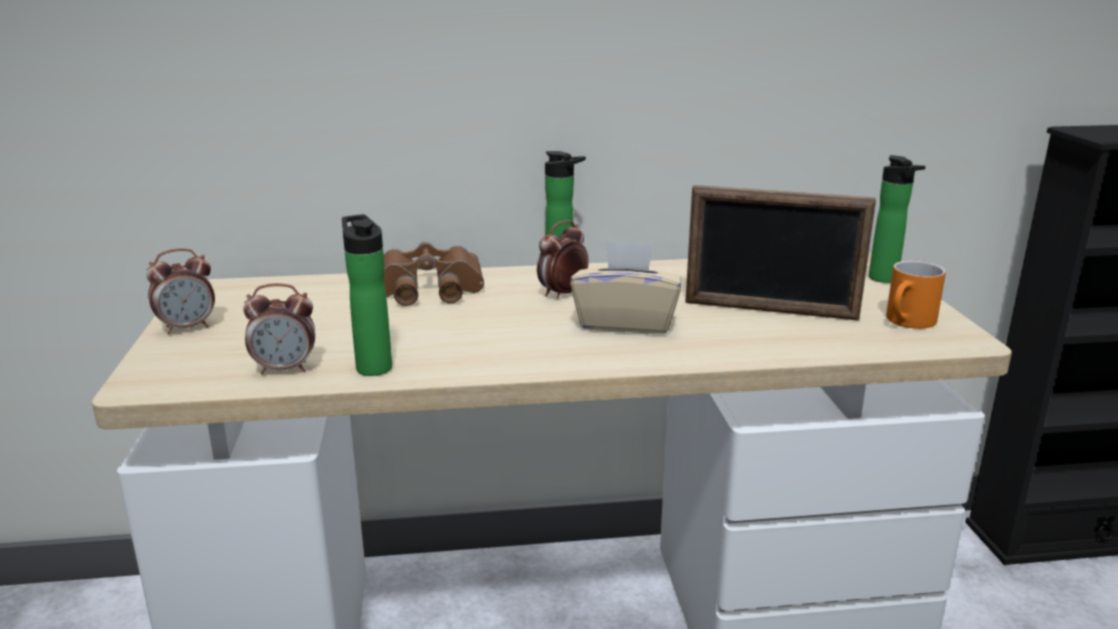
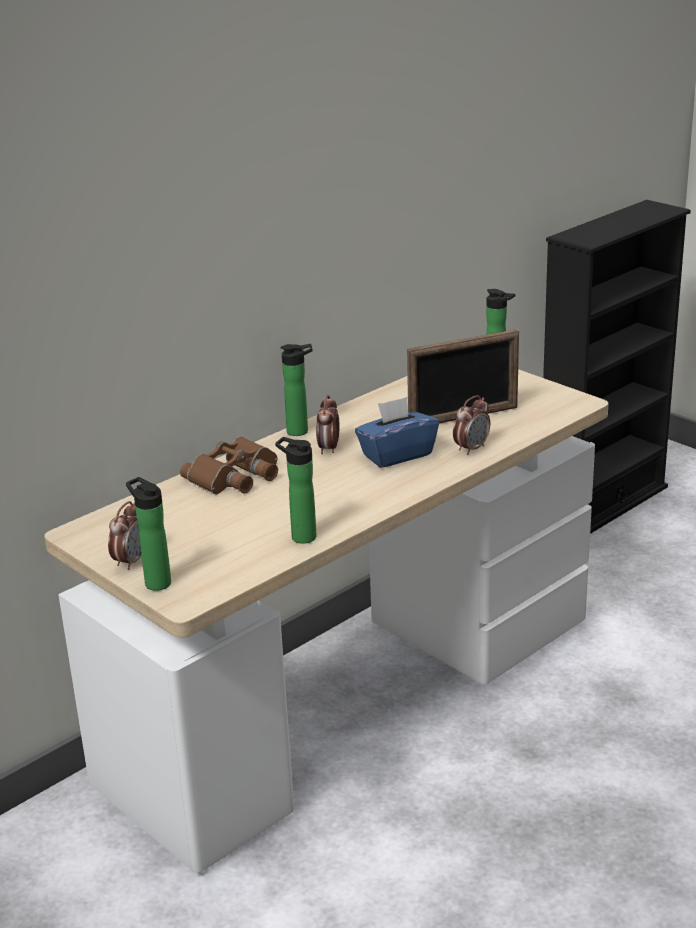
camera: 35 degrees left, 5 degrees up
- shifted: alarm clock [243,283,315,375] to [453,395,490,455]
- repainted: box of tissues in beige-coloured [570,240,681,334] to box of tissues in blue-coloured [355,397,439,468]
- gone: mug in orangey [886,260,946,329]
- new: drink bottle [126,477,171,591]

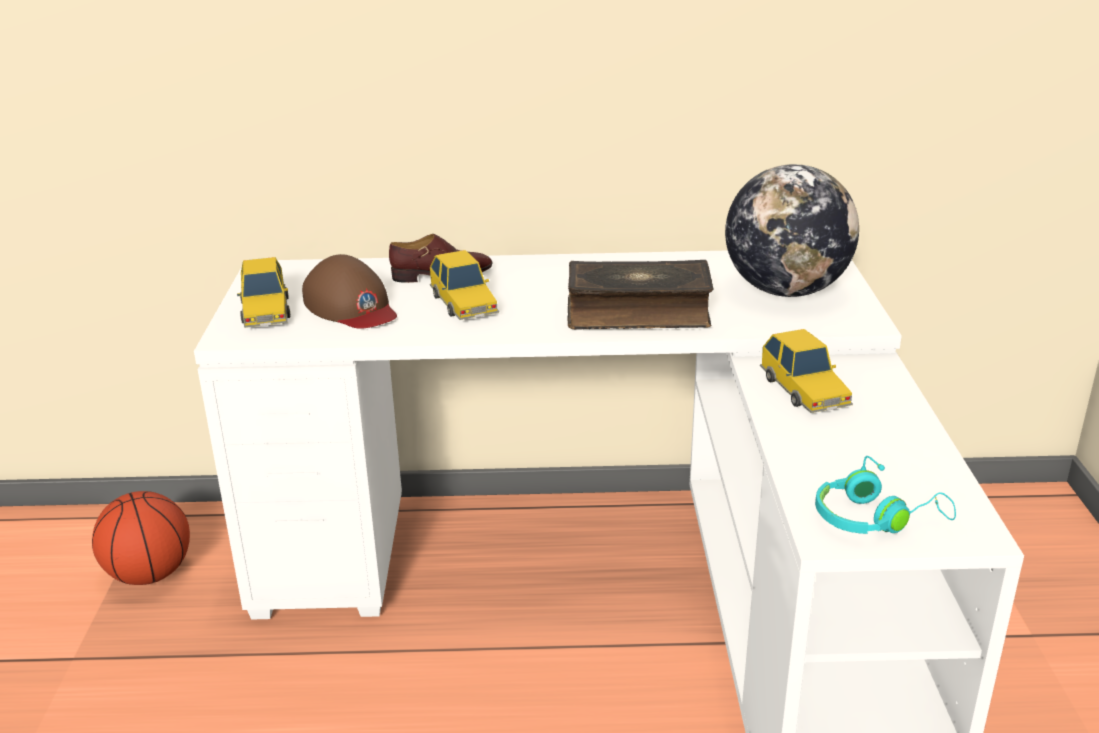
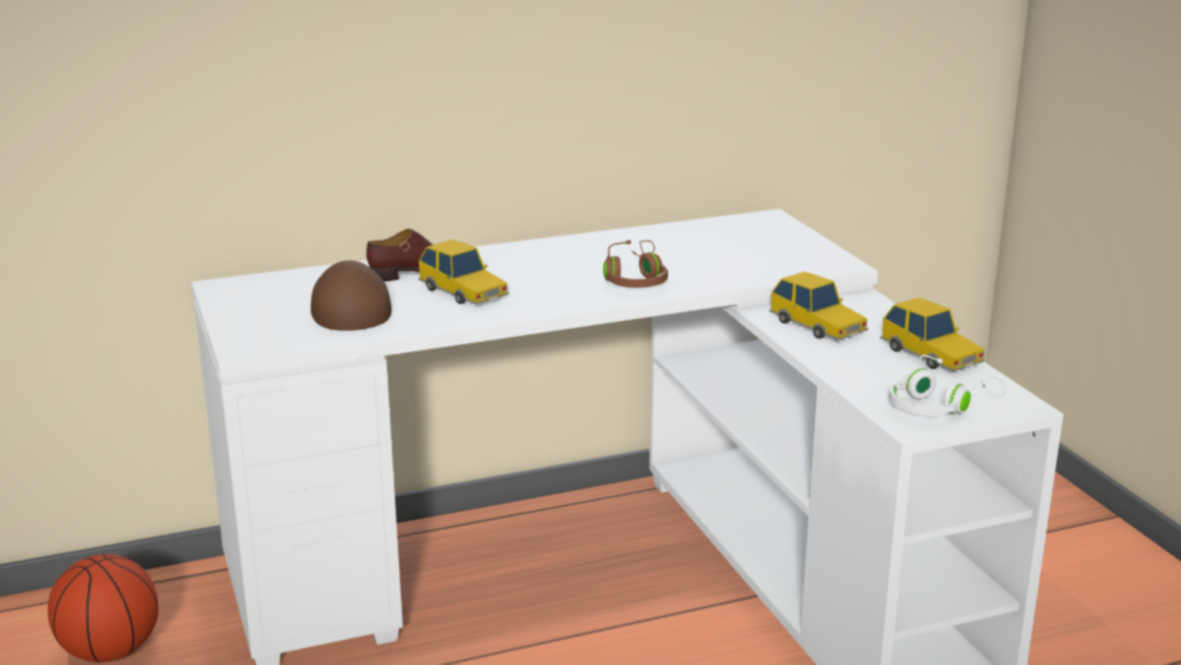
camera: 20 degrees left, 5 degrees down
- shifted: miniature car [237,257,291,328] to [880,298,985,372]
- rotated: baseball cap in brownish [302,254,397,329] = [311,260,392,331] 135 degrees counterclockwise
- swapped: volume [568,260,714,330] to headphones in brownish [603,240,668,288]
- gone: globe [725,164,859,297]
- repainted: headphones in turquoise-coloured [815,456,956,534] to headphones in white-coloured [889,355,1005,416]

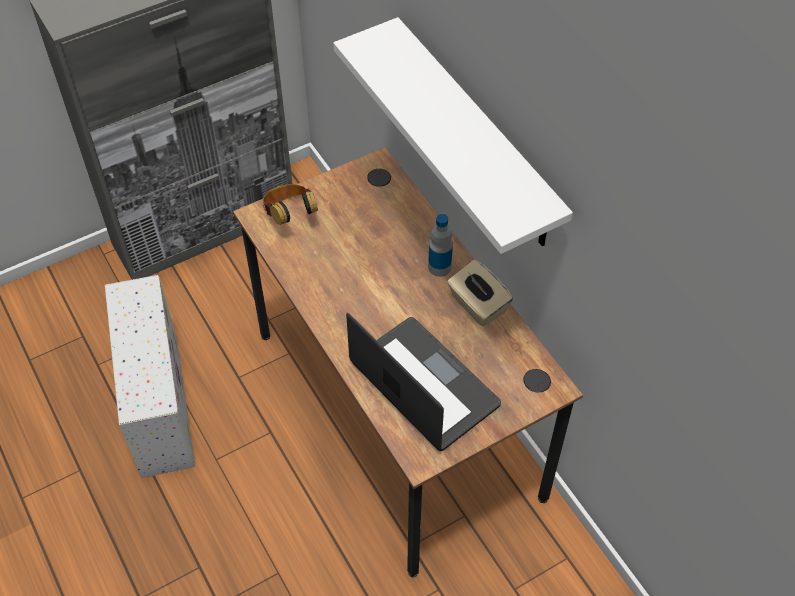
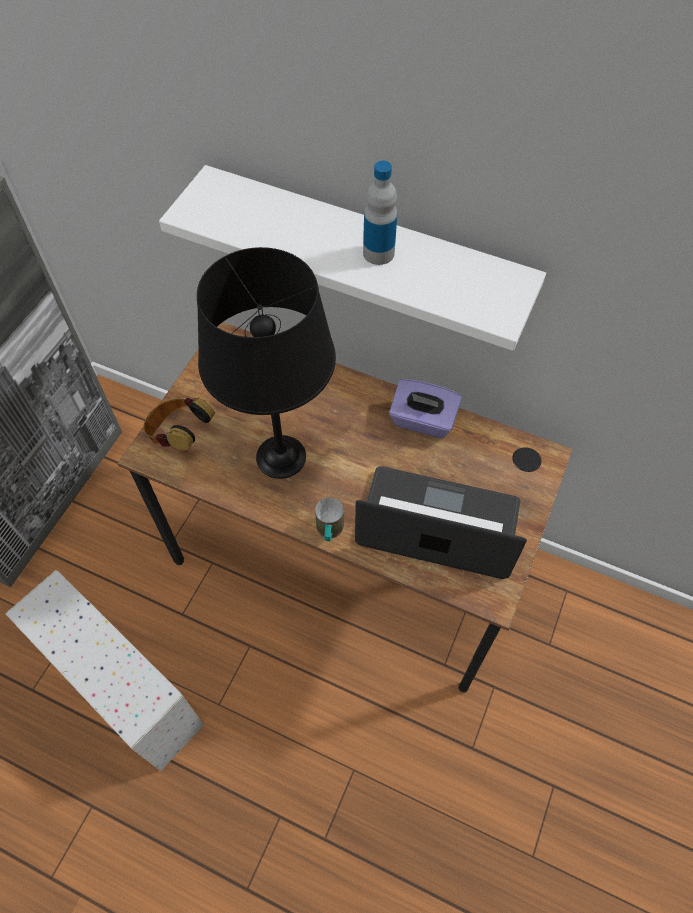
camera: 35 degrees left, 5 degrees up
- shifted: drink bottle [428,214,453,277] to [363,161,397,265]
- repainted: box of tissues in beige-coloured [447,260,513,326] to box of tissues in purple-coloured [389,379,462,438]
- new: lamp for a table in blackish [197,247,336,479]
- new: mug [315,497,344,541]

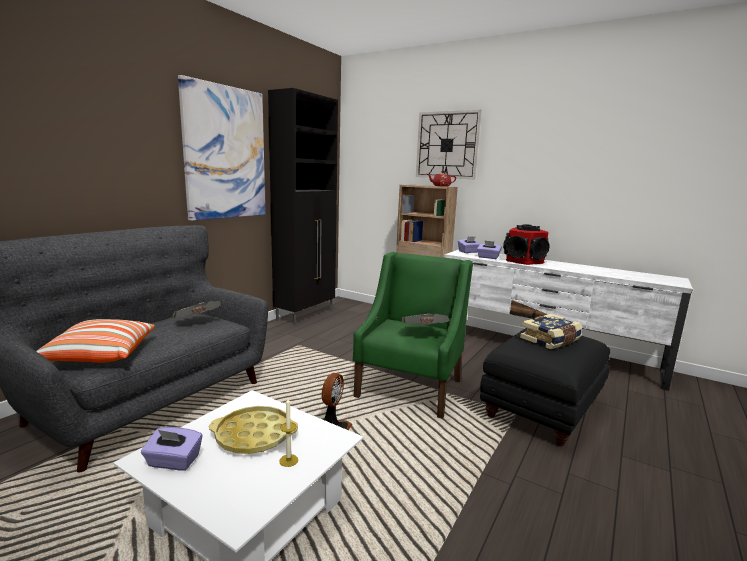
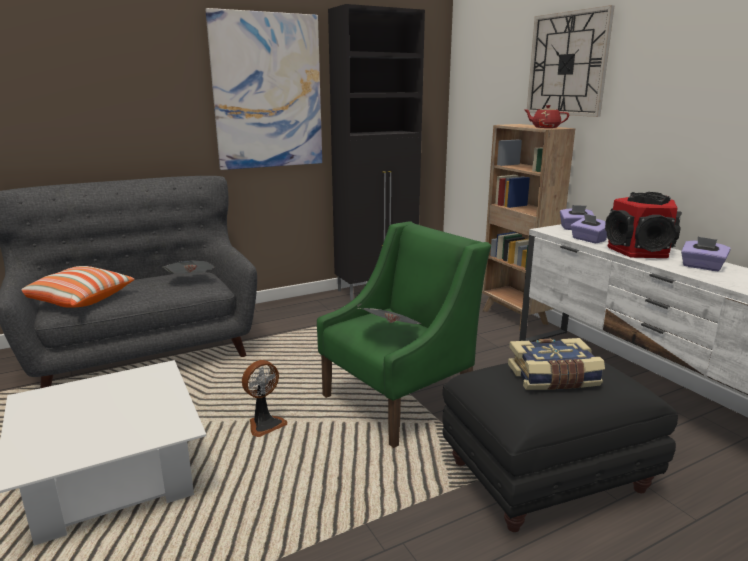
camera: 30 degrees right, 5 degrees up
- shifted: box of tissues in purple-coloured [141,427,202,471] to [681,237,731,271]
- gone: serving tray in yellow-coloured [209,406,298,454]
- gone: candle [279,398,298,467]

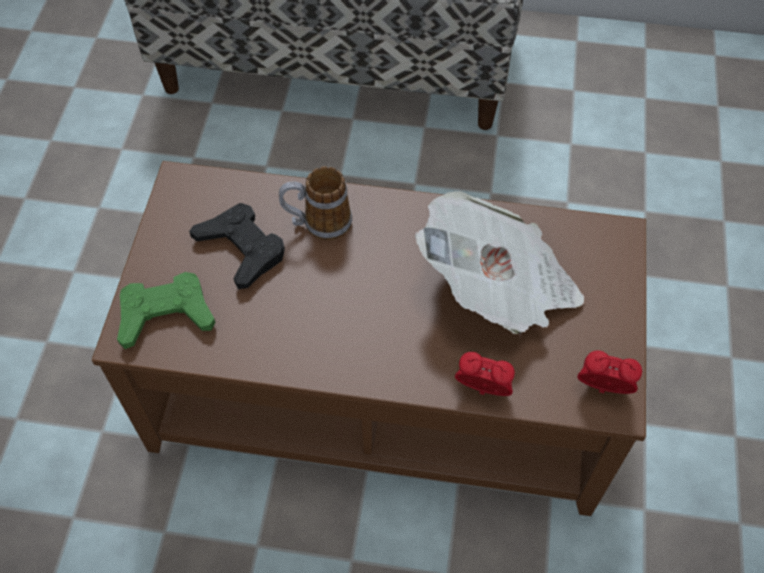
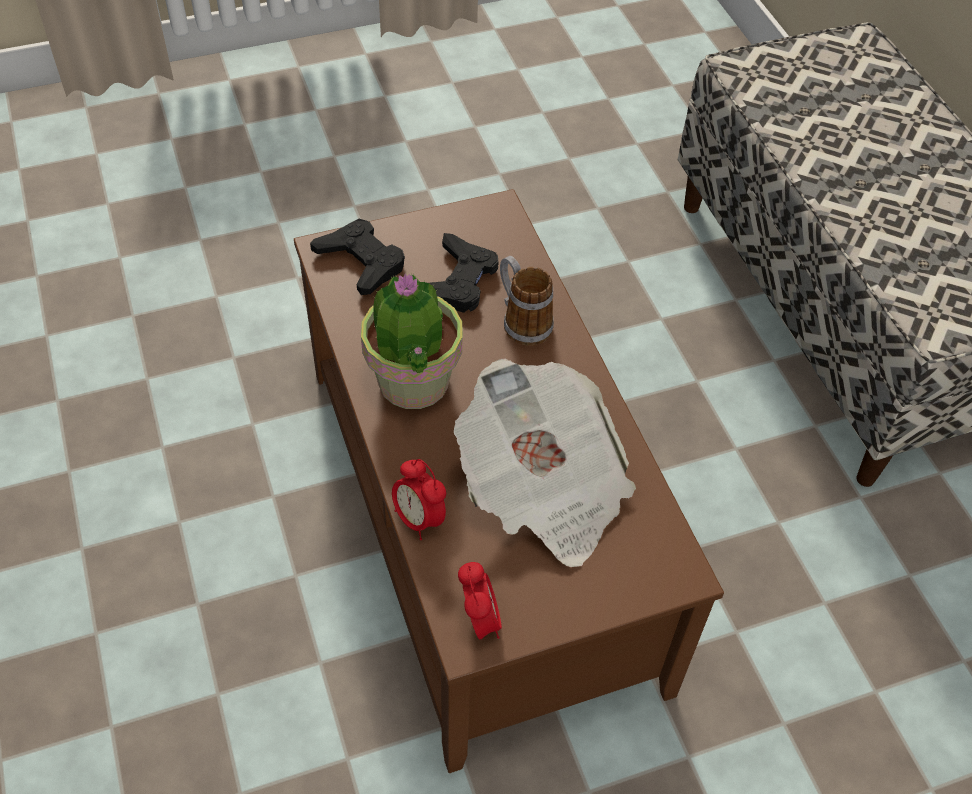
camera: 60 degrees right, 5 degrees down
- repainted: gamepad in green [117,272,215,349] to gamepad in blackish [310,219,405,295]
- rotated: alarm clock [455,352,515,396] = [392,459,446,540] 150 degrees clockwise
- new: plant in a pot [361,273,462,409]

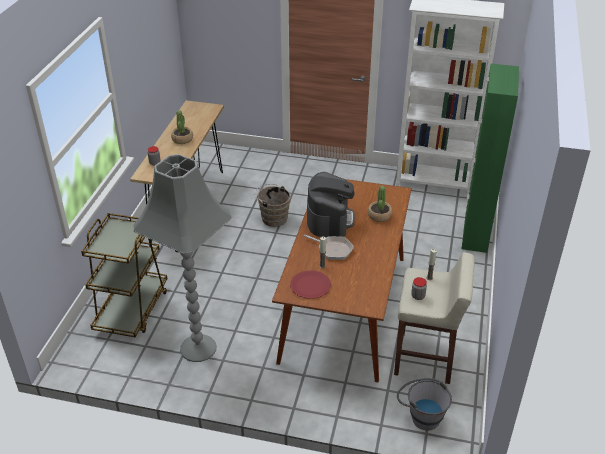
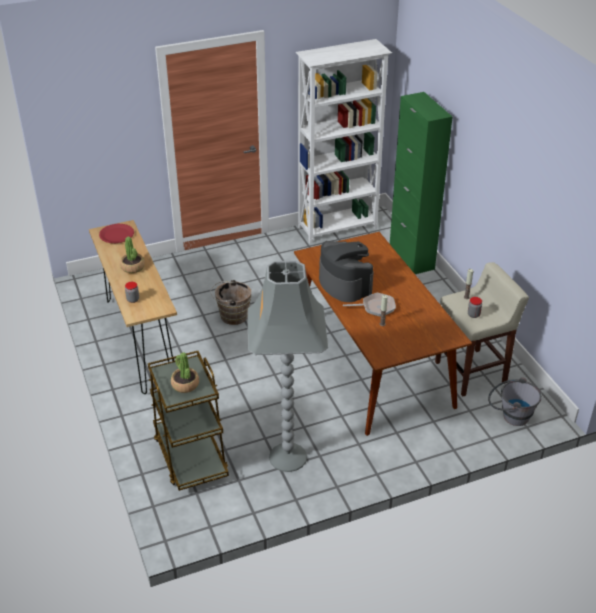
camera: 35 degrees left, 0 degrees up
- shifted: flat dish in red [290,270,331,299] to [99,224,134,243]
- shifted: plant in a pot [368,186,392,222] to [171,352,199,393]

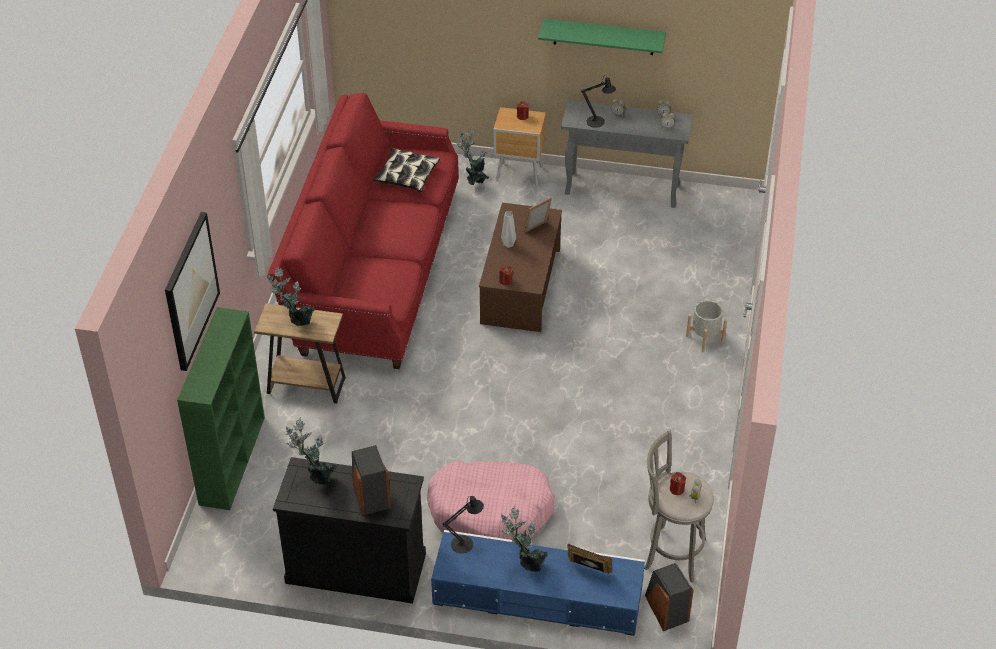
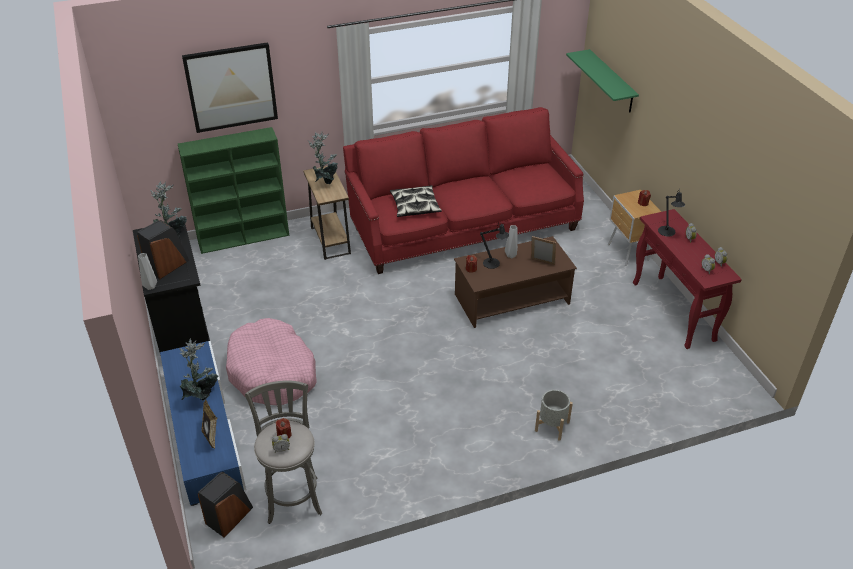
camera: 60 degrees right, 5 degrees down
- shifted: pillow [373,148,440,192] to [390,185,442,217]
- shifted: lamp for a table in blackish [443,496,484,554] to [480,222,509,269]
- gone: plant in a pot [456,129,489,185]
- shifted: bracket shelf in green [538,19,666,55] to [566,49,639,113]
- repainted: hall table in gray [561,100,693,208] to hall table in red [633,209,742,349]
- new: decorative vase in gray [138,253,157,290]

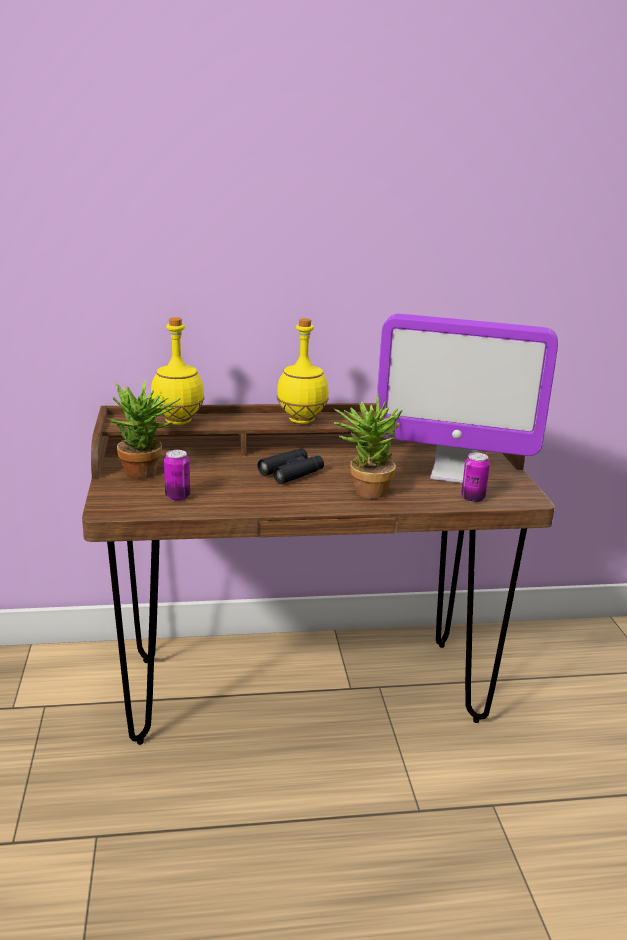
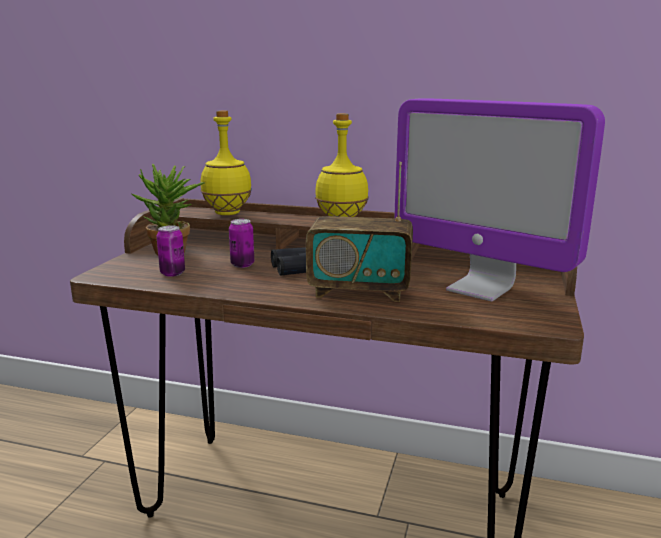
camera: 25 degrees right, 5 degrees down
- swapped: plant in a pot [334,392,403,499] to radio receiver [306,162,413,302]
- shifted: metal can [461,453,490,502] to [229,219,254,268]

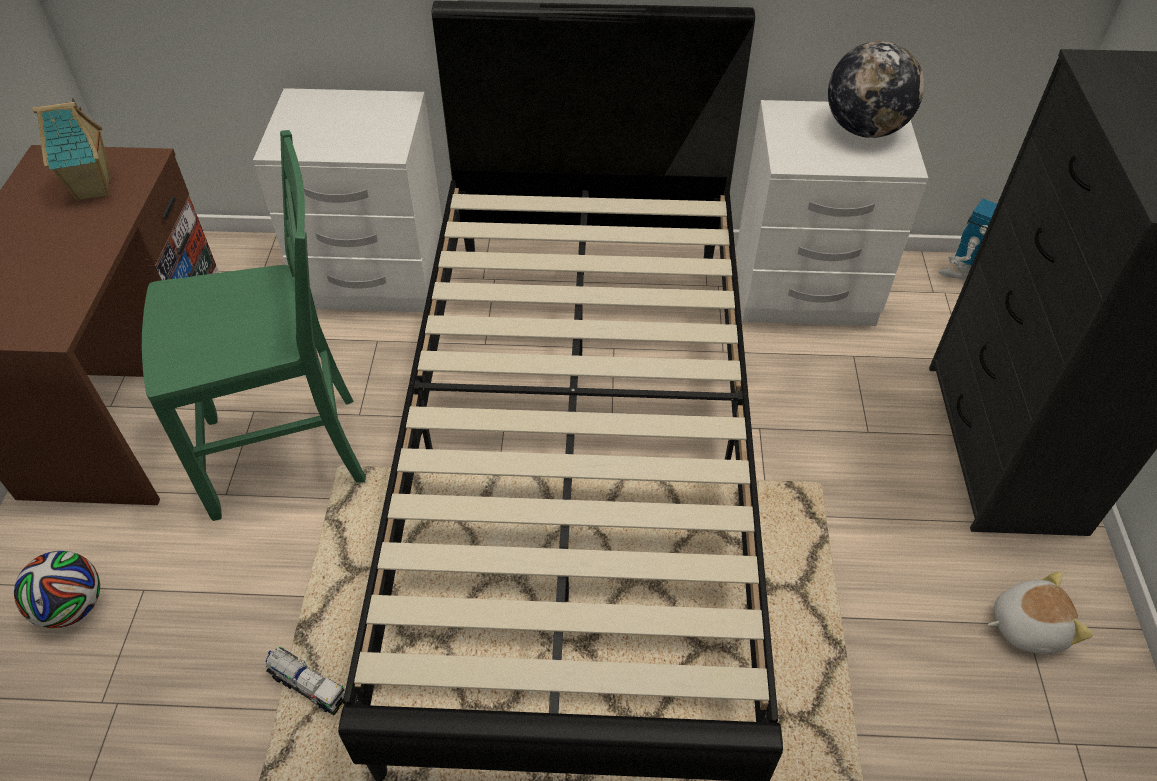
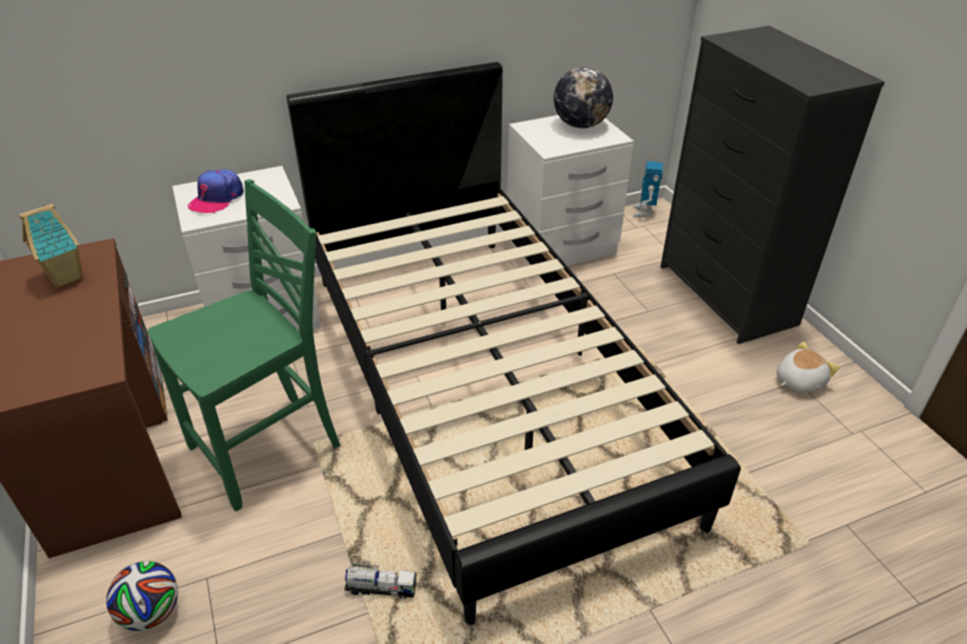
camera: 25 degrees left, 10 degrees down
- new: baseball cap [188,170,244,213]

